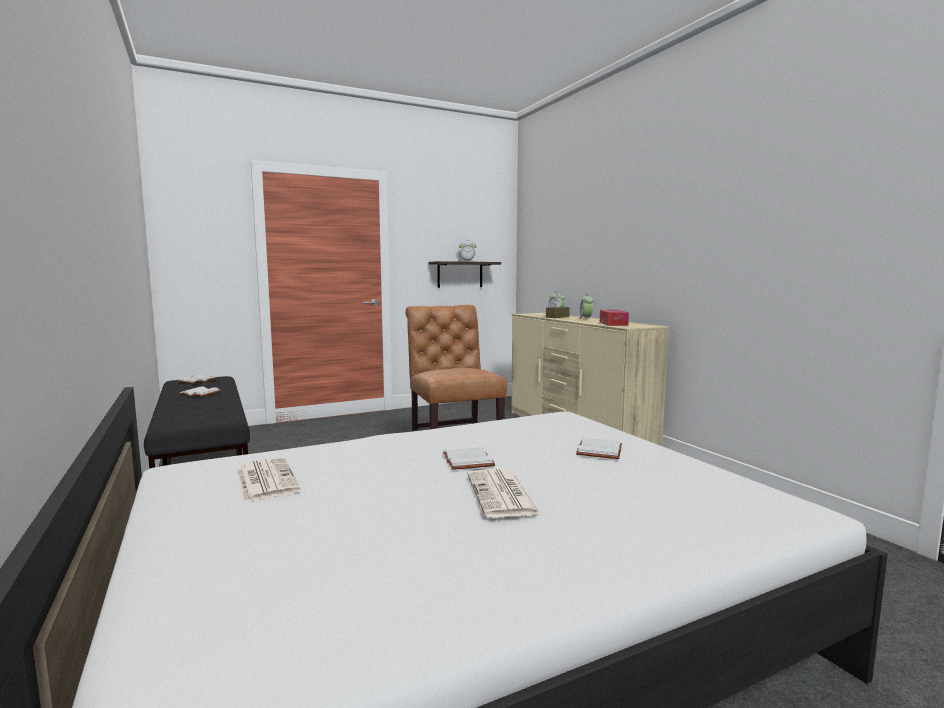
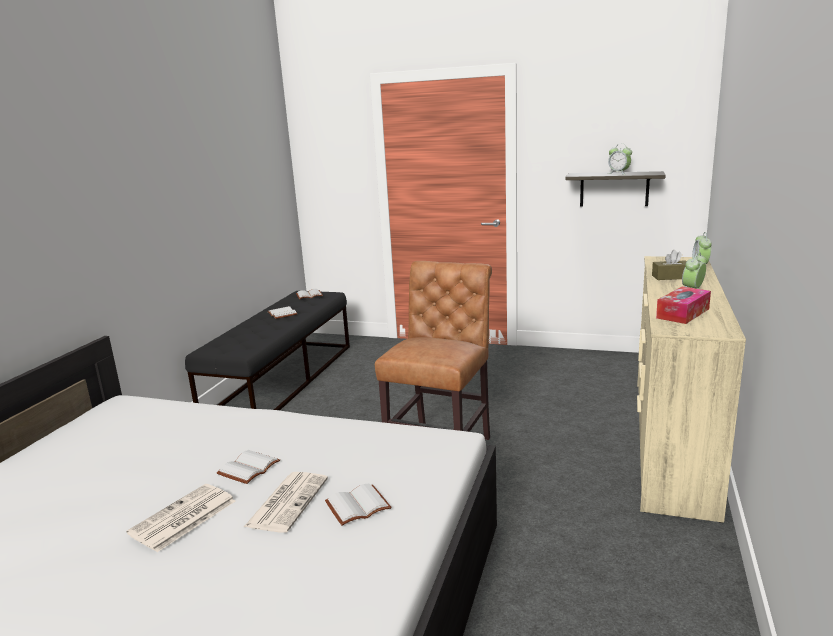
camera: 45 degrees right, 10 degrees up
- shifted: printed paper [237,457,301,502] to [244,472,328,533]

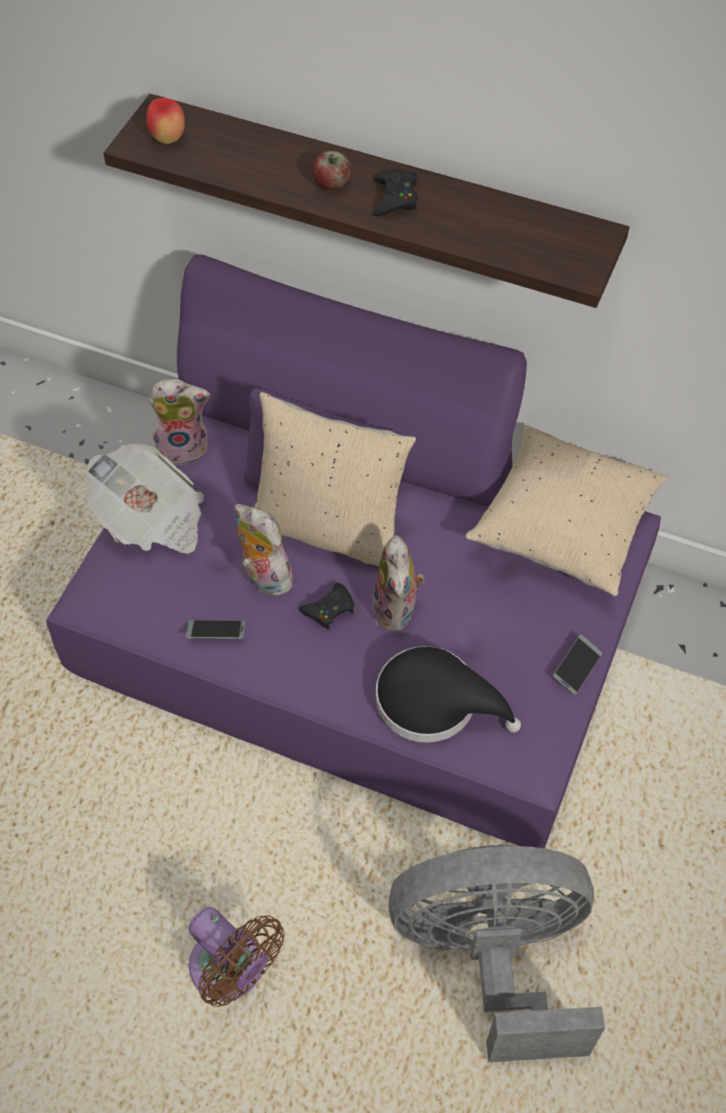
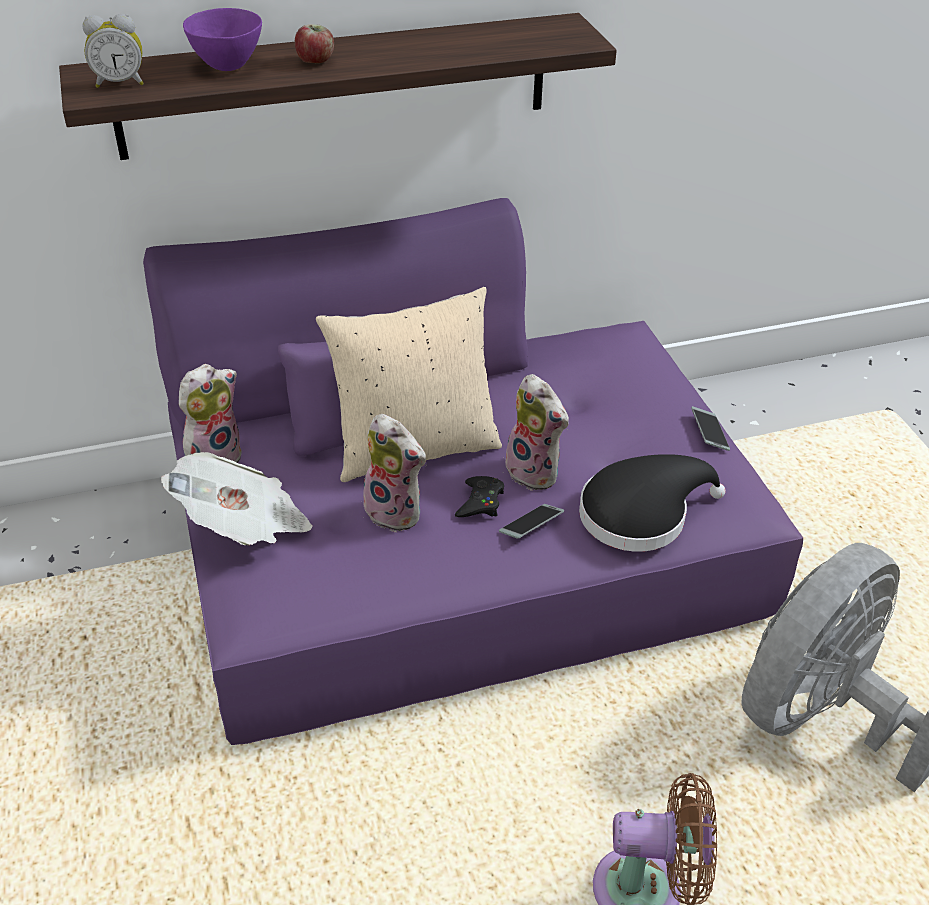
camera: 40 degrees left, 15 degrees down
- swapped: apple fruit [146,98,185,144] to alarm clock [83,14,144,88]
- shifted: phone [186,620,246,639] to [499,504,564,539]
- rotated: soft toy [234,504,296,596] = [363,414,426,532] 150 degrees counterclockwise
- gone: gamepad in blackish [373,169,418,216]
- gone: pillow in beige-coloured [465,425,668,596]
- new: deep dish in purple-coloured [183,8,262,71]

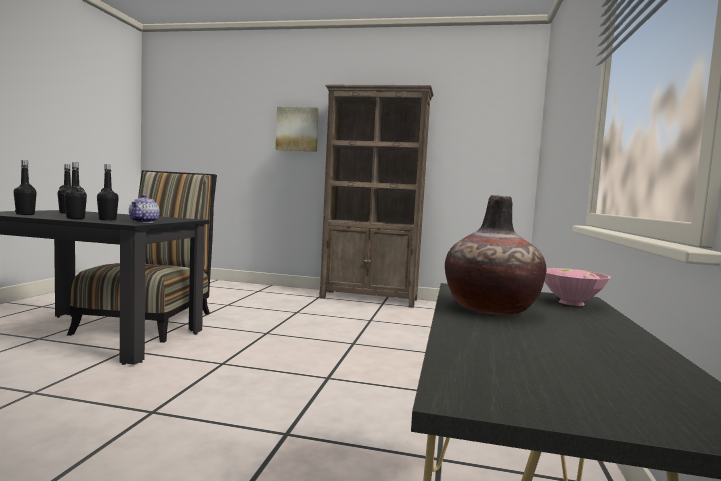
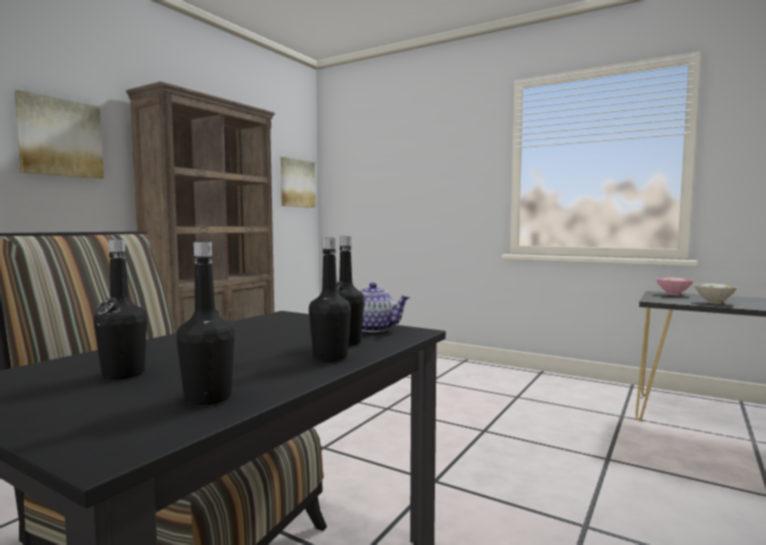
camera: 70 degrees left, 0 degrees up
- swapped: decorative vase [445,195,546,315] to deep dish in white-coloured [694,284,737,304]
- new: wall art [281,157,316,208]

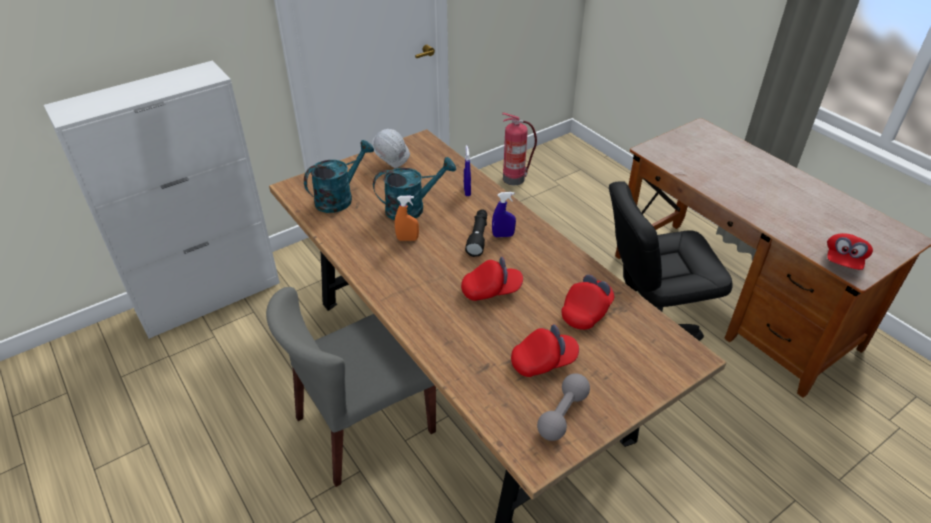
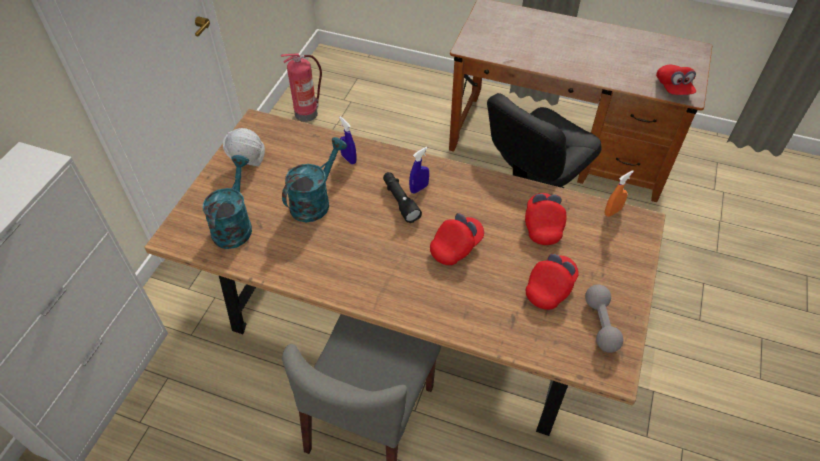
camera: 35 degrees left, 10 degrees up
- shifted: hand sprayer in orangey [395,196,419,241] to [605,170,634,217]

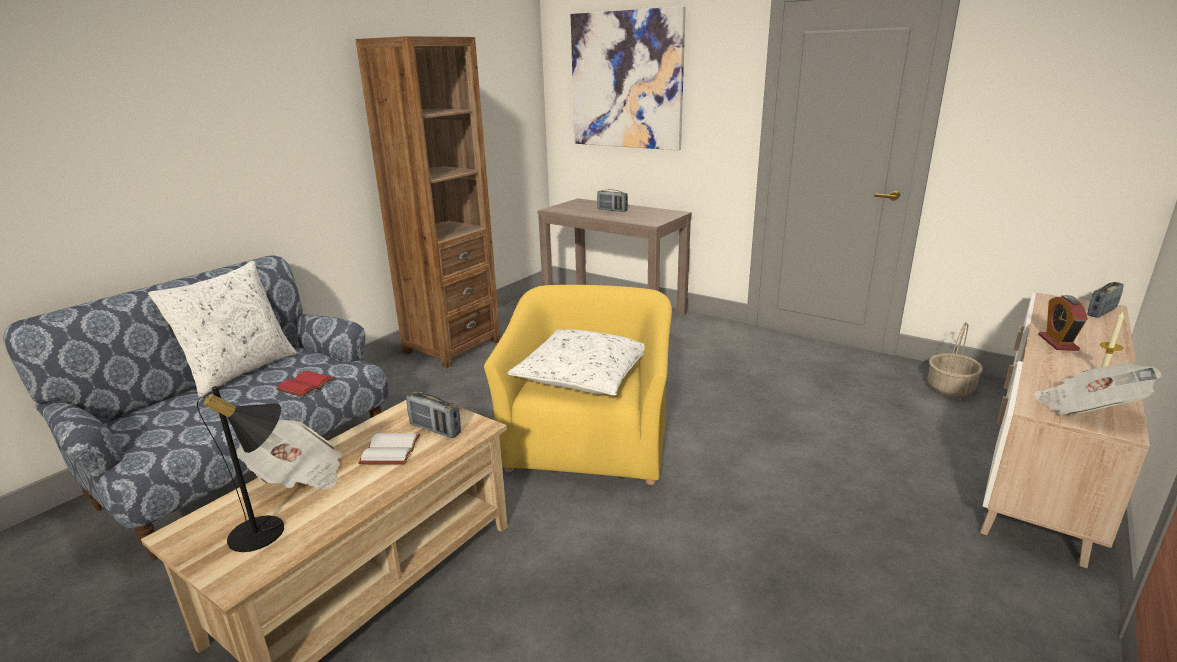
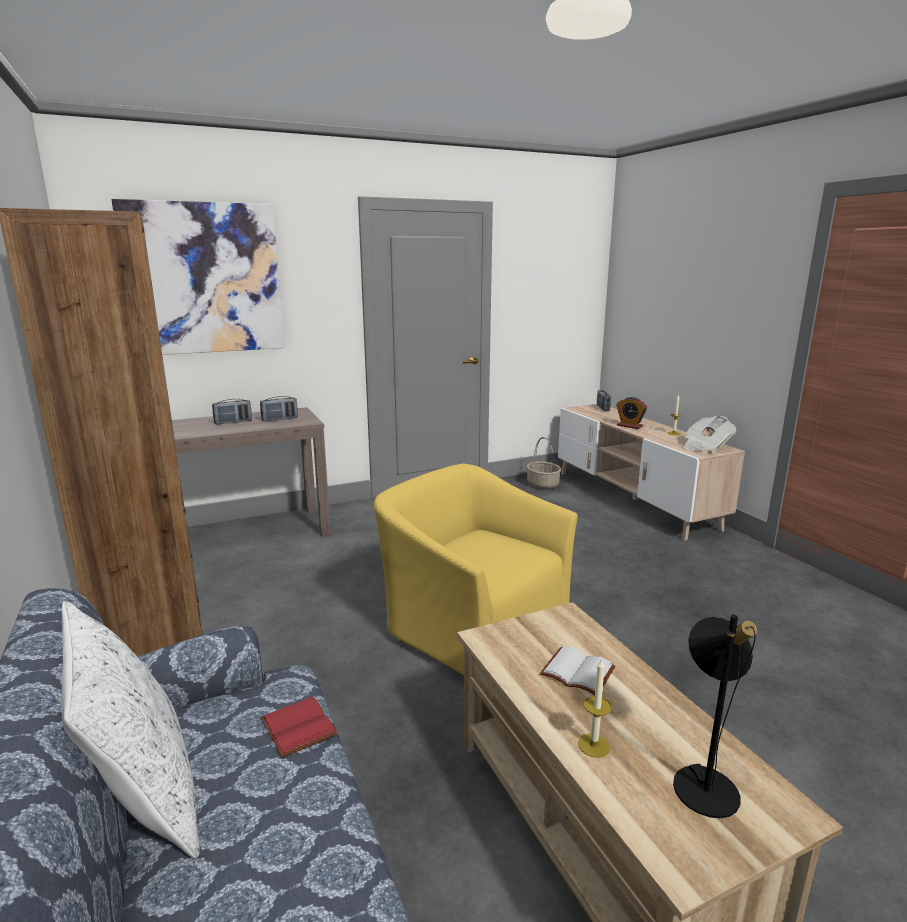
camera: 60 degrees left, 5 degrees down
- swapped: printed paper [236,420,342,489] to candle [578,659,612,758]
- shifted: radio receiver [406,391,461,438] to [260,396,298,421]
- gone: pillow in white-coloured [507,329,644,396]

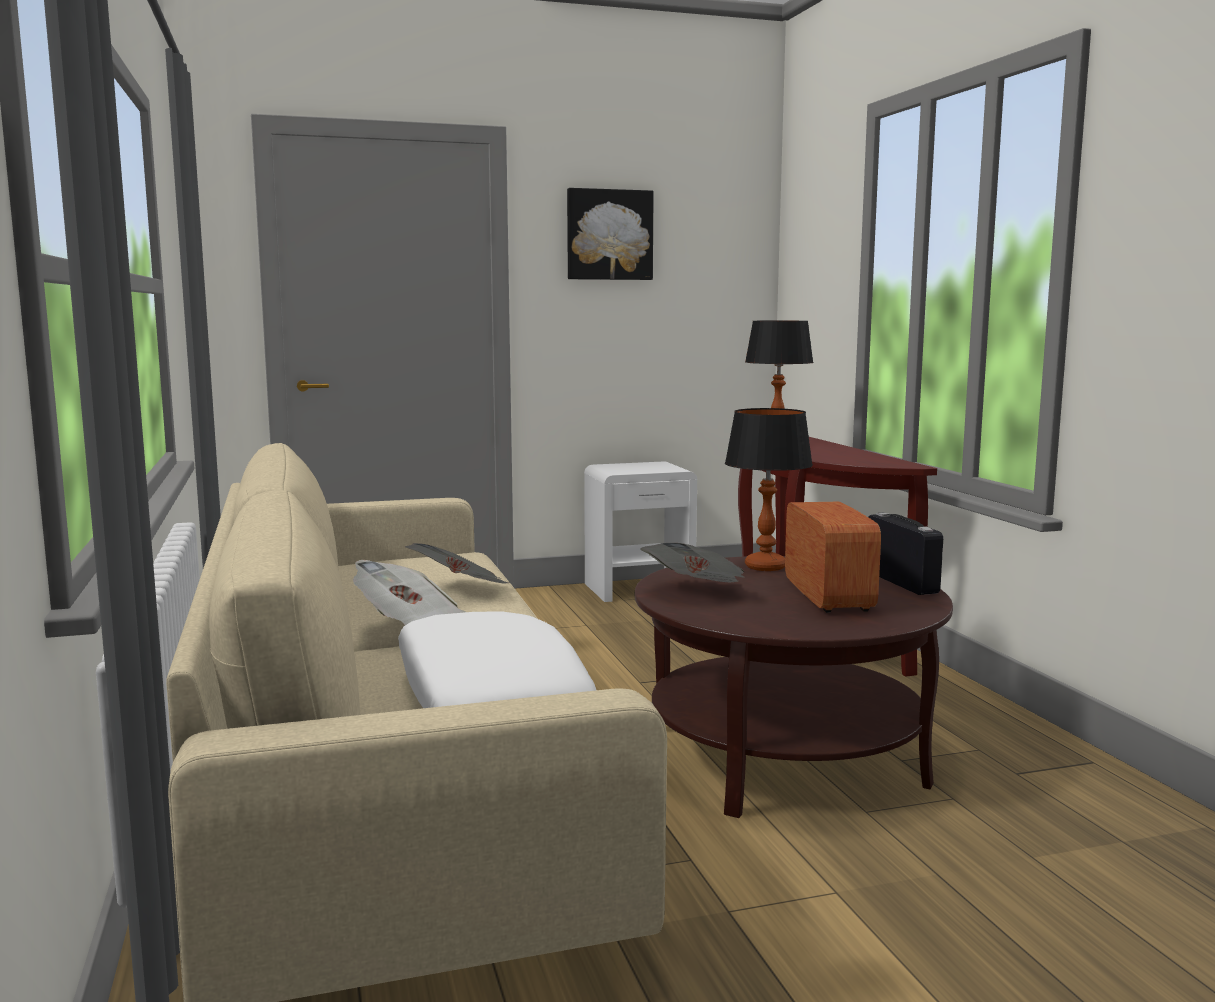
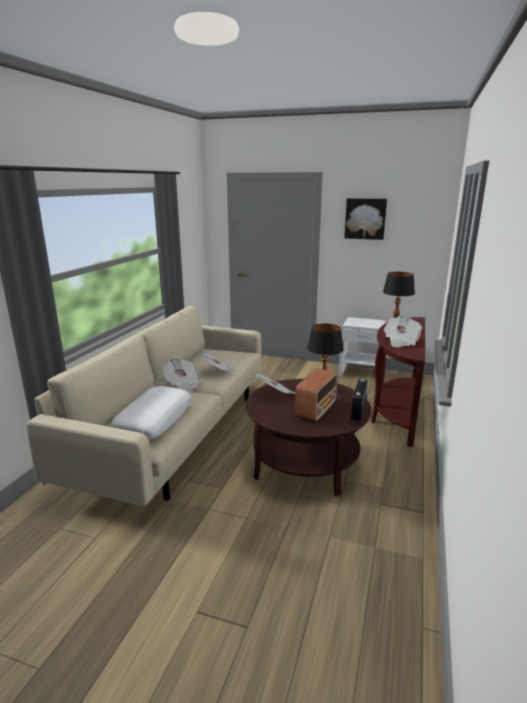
camera: 35 degrees right, 10 degrees up
- new: printed paper [384,315,422,347]

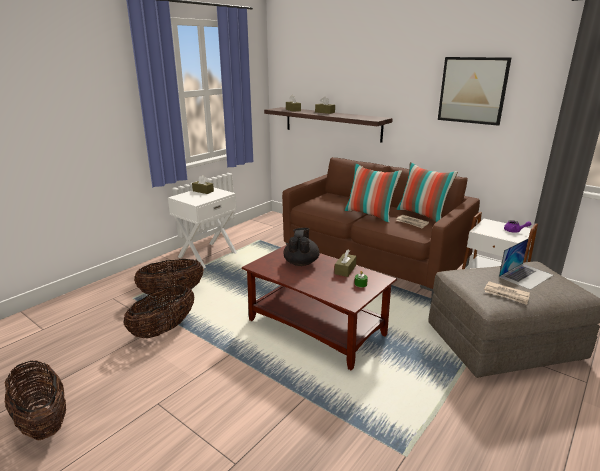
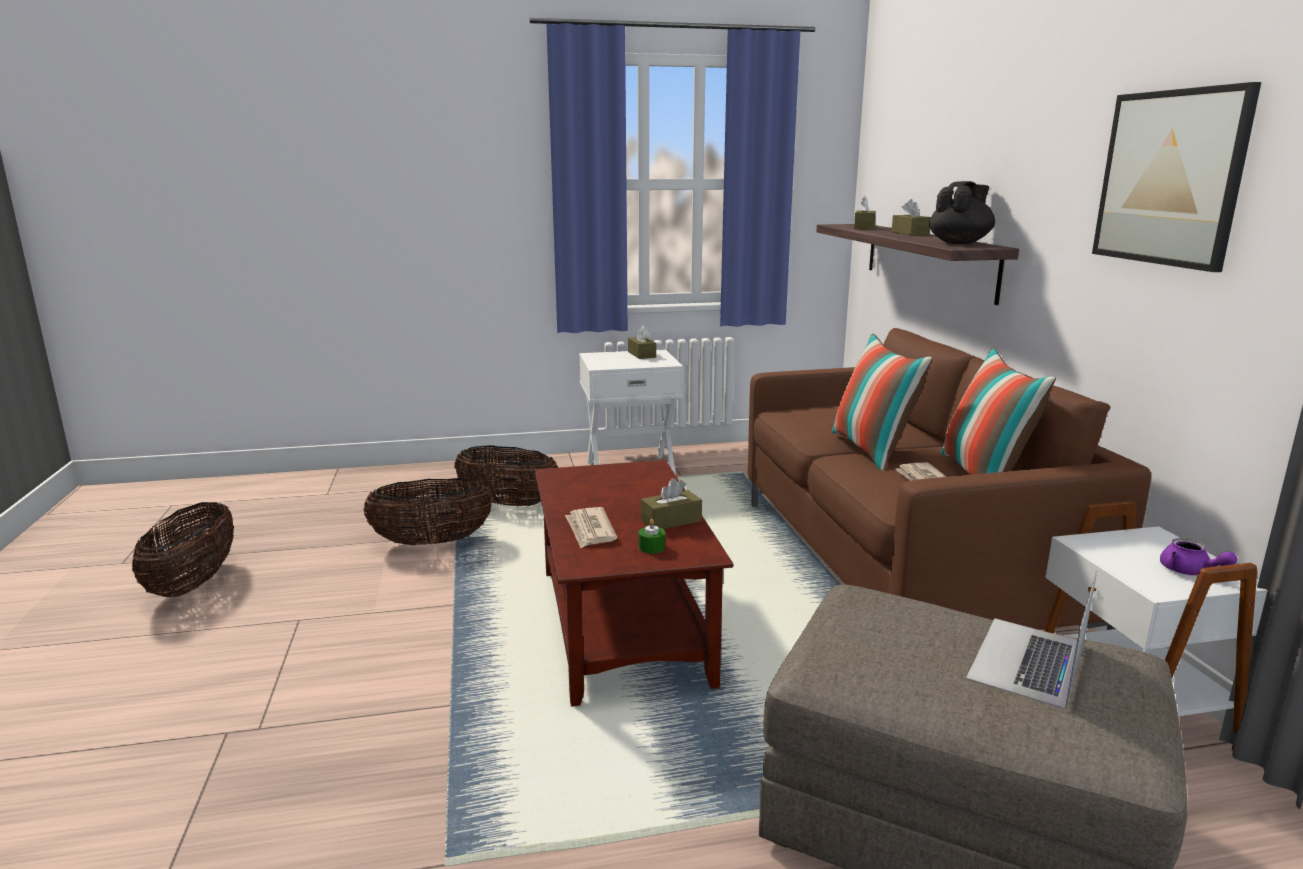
camera: 40 degrees right, 5 degrees down
- shifted: pot for tea in blackish [283,228,320,266] to [929,181,995,244]
- shifted: printed paper [484,281,530,305] to [565,507,617,548]
- rotated: portable computer [499,238,553,290] = [966,571,1097,710] 120 degrees clockwise

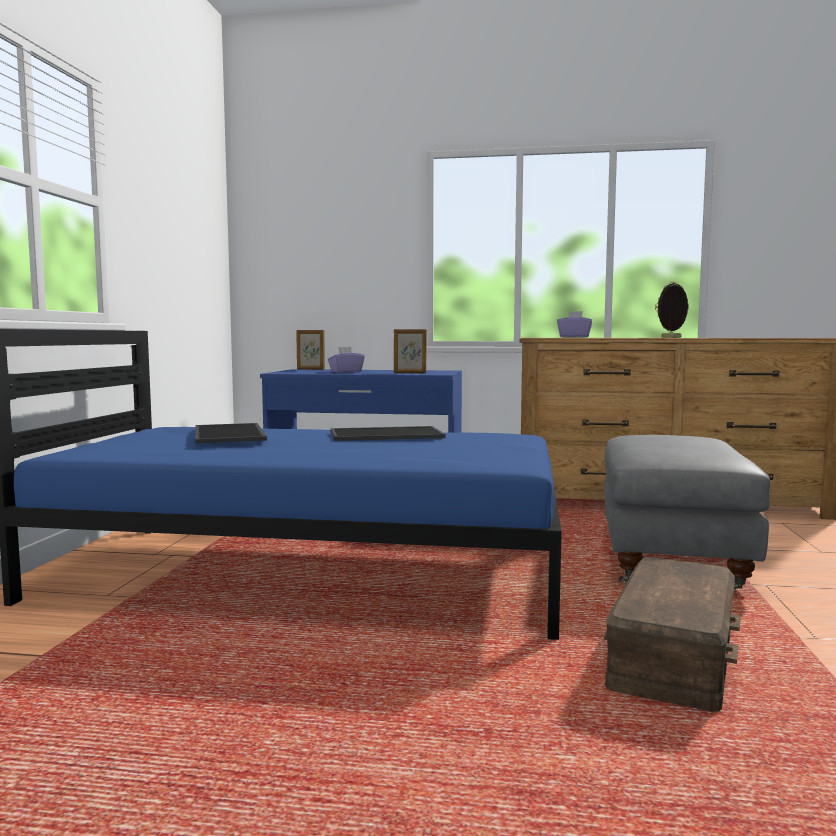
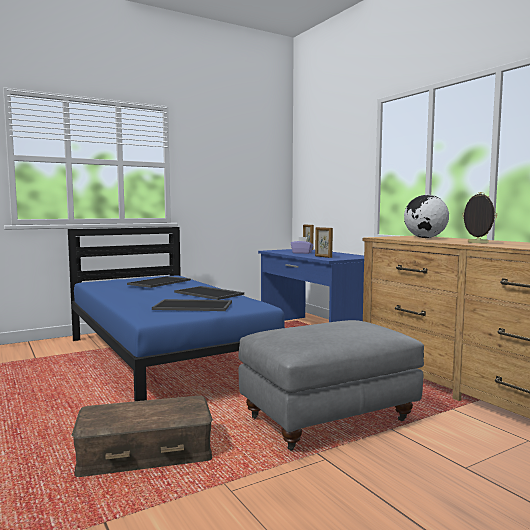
camera: 50 degrees right, 0 degrees up
- swapped: box of tissues in purple-coloured [557,311,592,338] to globe [404,195,449,238]
- new: serving tray [152,299,232,311]

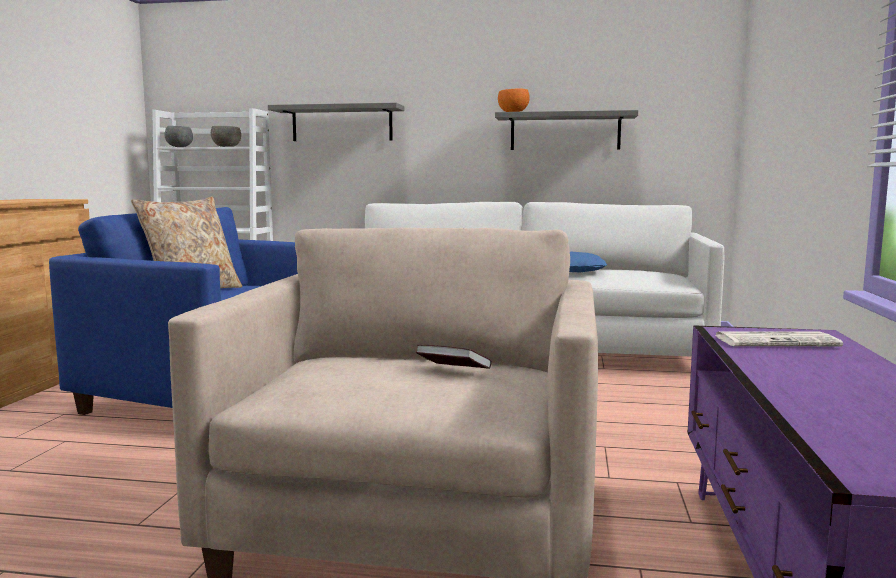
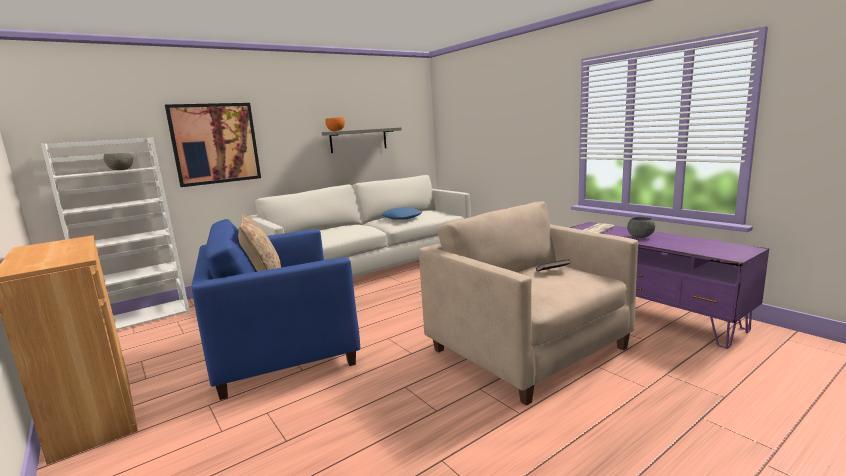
camera: 45 degrees left, 5 degrees up
- shifted: deep dish in gray [164,126,193,147] to [627,217,655,238]
- swapped: bracket shelf in gray [268,103,404,141] to wall art [165,103,261,187]

